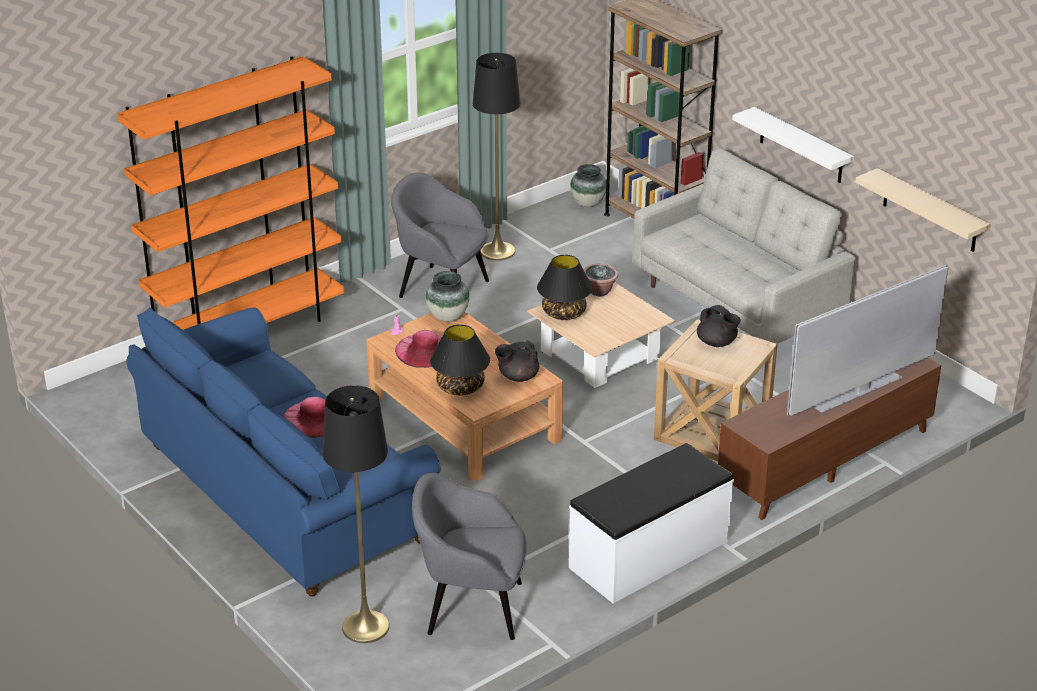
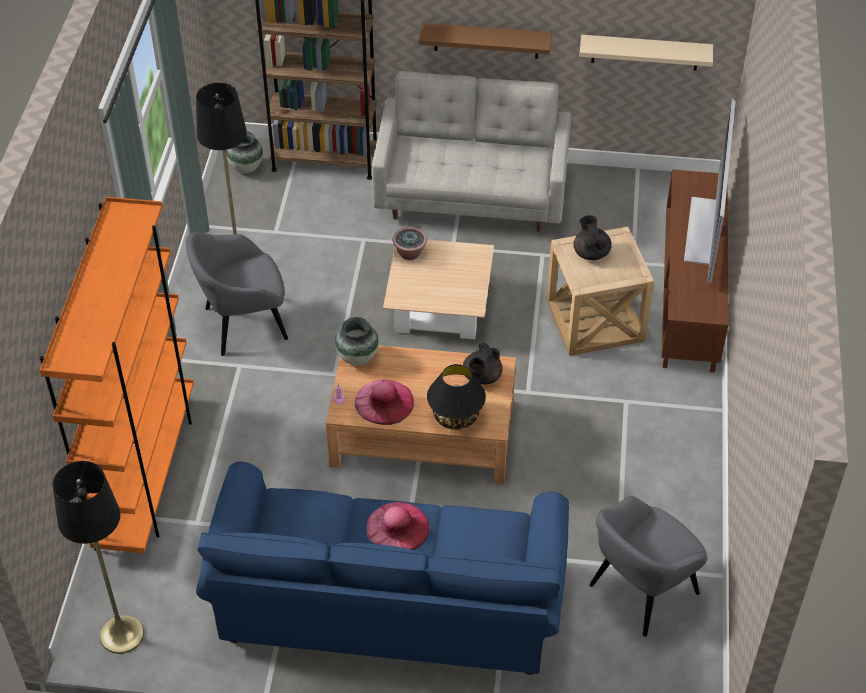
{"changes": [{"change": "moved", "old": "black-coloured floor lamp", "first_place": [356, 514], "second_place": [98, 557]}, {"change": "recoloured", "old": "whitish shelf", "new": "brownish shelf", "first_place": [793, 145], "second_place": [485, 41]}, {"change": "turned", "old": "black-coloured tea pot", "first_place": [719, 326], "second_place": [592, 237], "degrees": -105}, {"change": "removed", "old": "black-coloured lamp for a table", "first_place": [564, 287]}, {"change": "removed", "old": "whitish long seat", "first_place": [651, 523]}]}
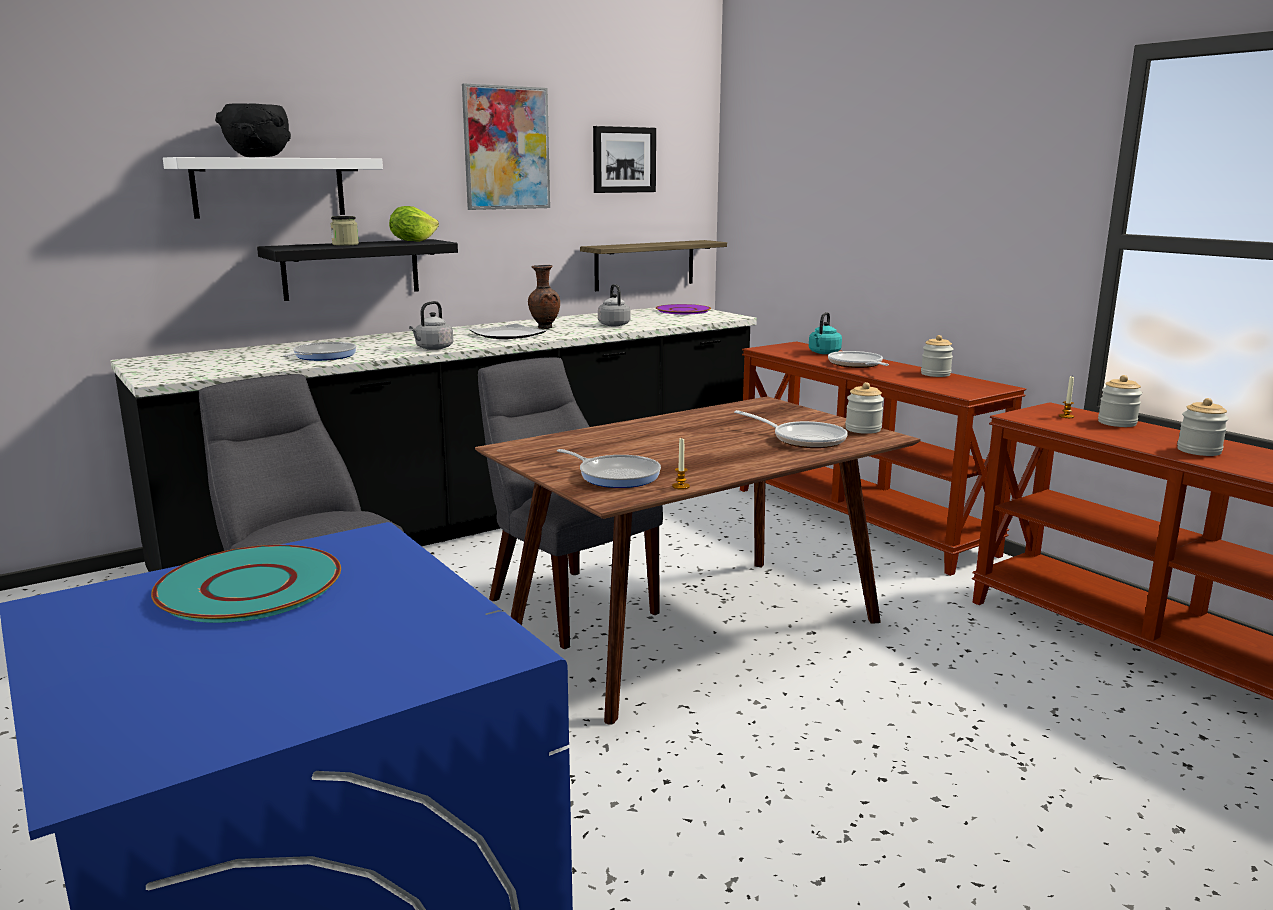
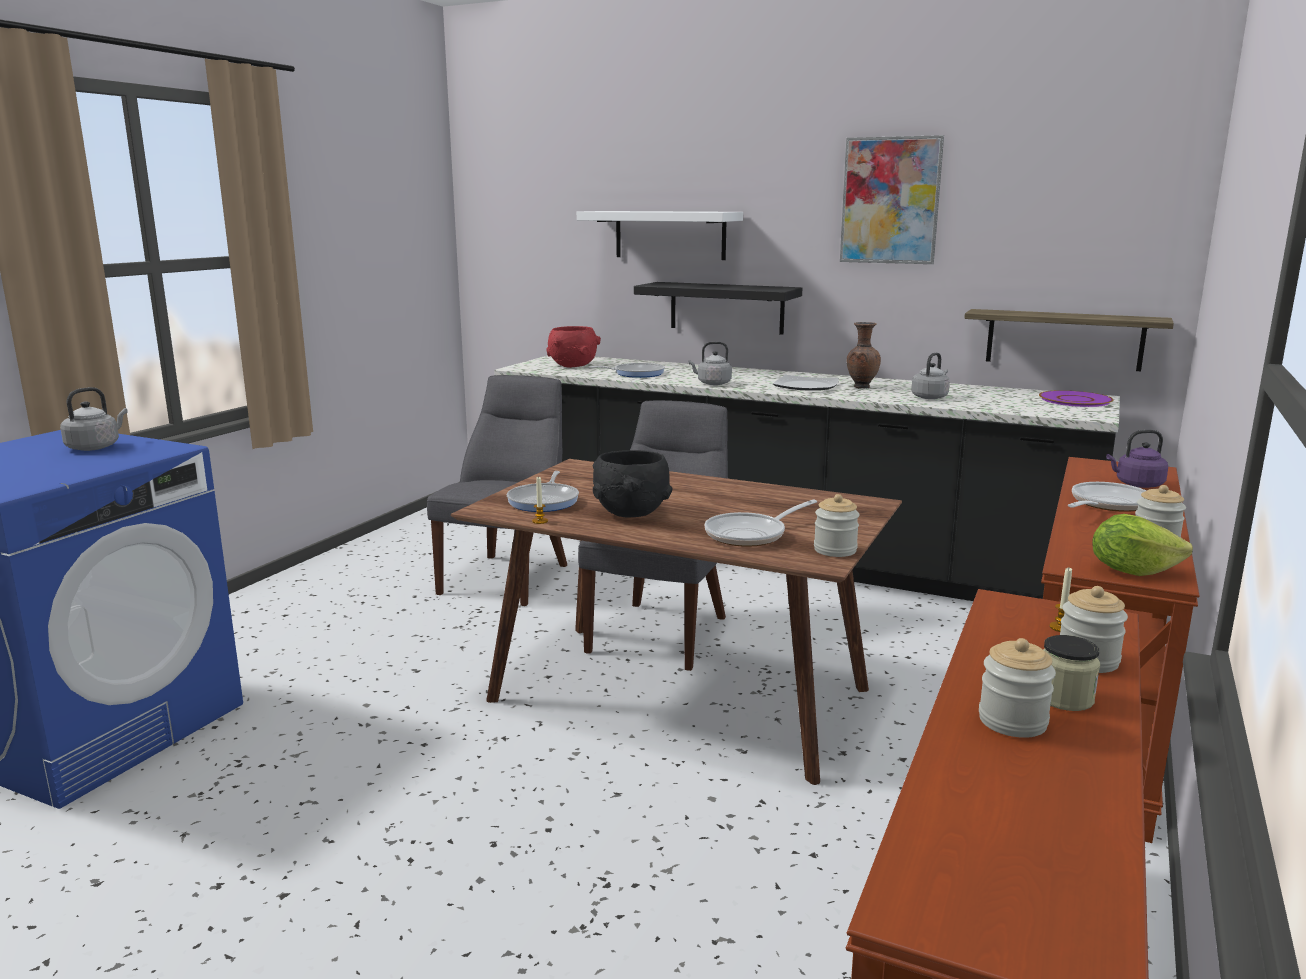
{"changes": [{"change": "replaced", "old": "turquoise dinner plate", "new": "grey tea kettle", "first_place": [246, 584], "second_place": [94, 419]}, {"change": "added", "new": "red bowl", "second_place": [573, 347]}, {"change": "moved", "old": "black-coloured bowl", "first_place": [253, 130], "second_place": [633, 483]}, {"change": "turned", "old": "frying pan", "first_place": [791, 429], "second_place": [761, 523], "degrees": 45}, {"change": "moved", "old": "preserve jar", "first_place": [344, 231], "second_place": [1071, 673]}, {"change": "moved", "old": "head of lettuce", "first_place": [414, 224], "second_place": [1142, 545]}, {"change": "recoloured", "old": "turquoise tea kettle", "new": "purple-coloured tea kettle", "first_place": [825, 333], "second_place": [1137, 459]}, {"change": "removed", "old": "wall picture", "first_place": [624, 159]}]}
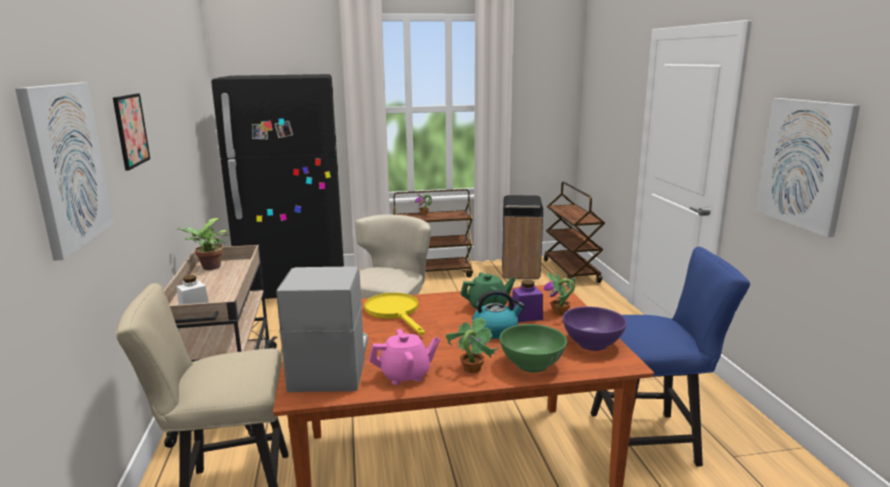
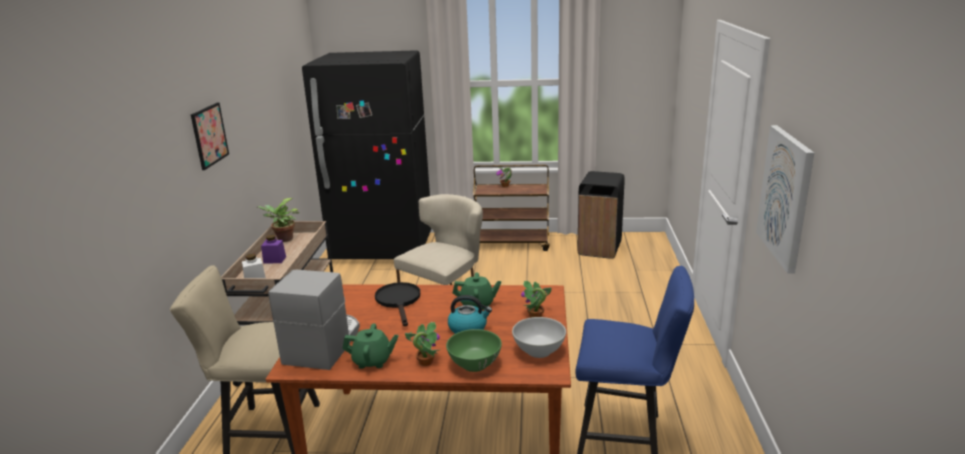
{"changes": [{"change": "moved", "old": "purple-coloured preserve jar", "first_place": [527, 301], "second_place": [273, 249]}, {"change": "recoloured", "old": "pink-coloured tea pot", "new": "green-coloured tea pot", "first_place": [404, 357], "second_place": [370, 346]}, {"change": "recoloured", "old": "yellow frying pan", "new": "black-coloured frying pan", "first_place": [394, 314], "second_place": [397, 304]}, {"change": "recoloured", "old": "purple-coloured bowl", "new": "whitish bowl", "first_place": [595, 329], "second_place": [539, 337]}, {"change": "removed", "old": "wall picture", "first_place": [64, 171]}, {"change": "removed", "old": "brownish wheeled cart", "first_place": [574, 232]}]}
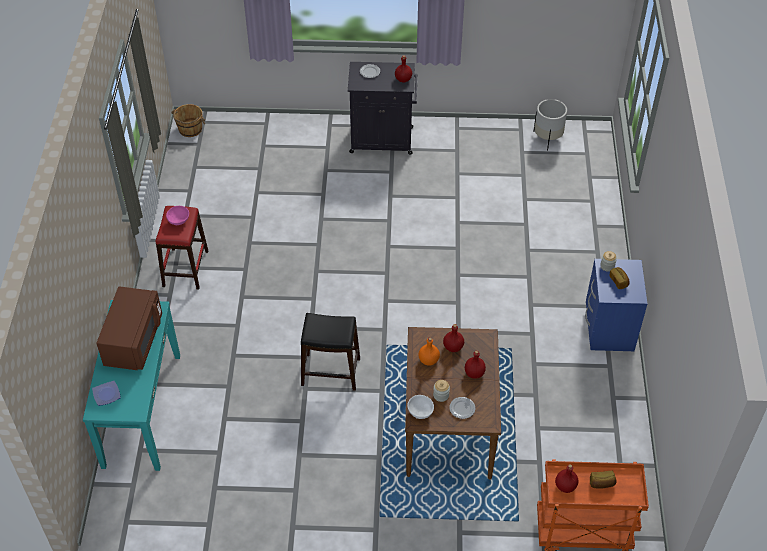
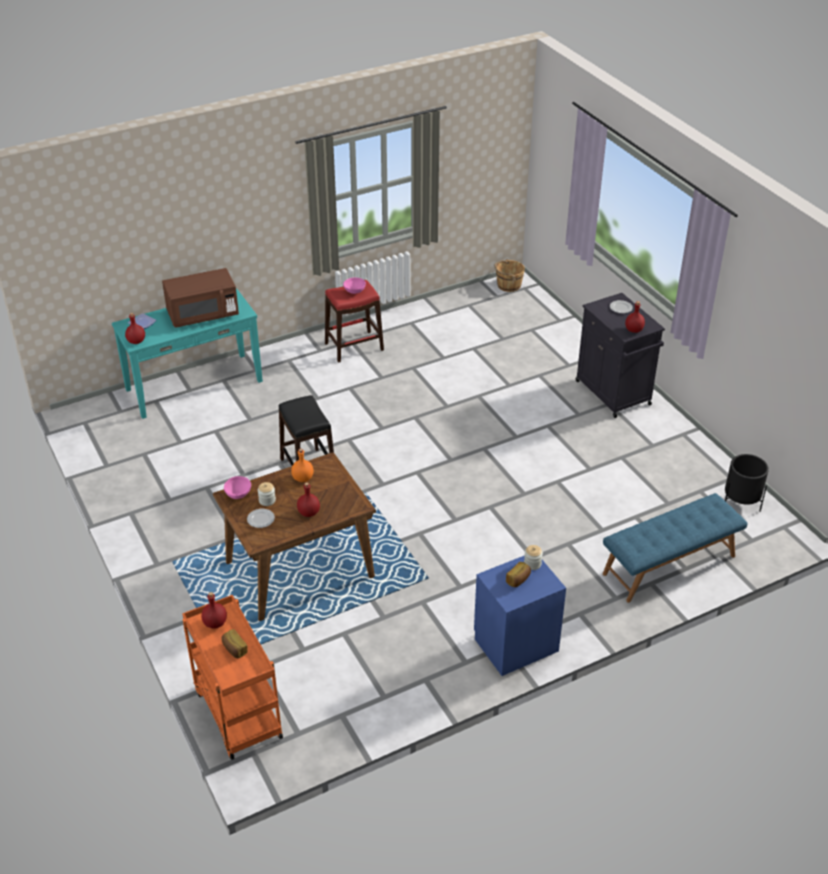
{"changes": [{"change": "moved", "old": "red bottle", "first_place": [453, 338], "second_place": [135, 328]}, {"change": "recoloured", "old": "whitish bowl", "new": "pink-coloured bowl", "first_place": [420, 407], "second_place": [237, 487]}, {"change": "added", "new": "bluish long seat", "second_place": [675, 548]}, {"change": "recoloured", "old": "whitish planter", "new": "black-coloured planter", "first_place": [550, 124], "second_place": [747, 482]}]}
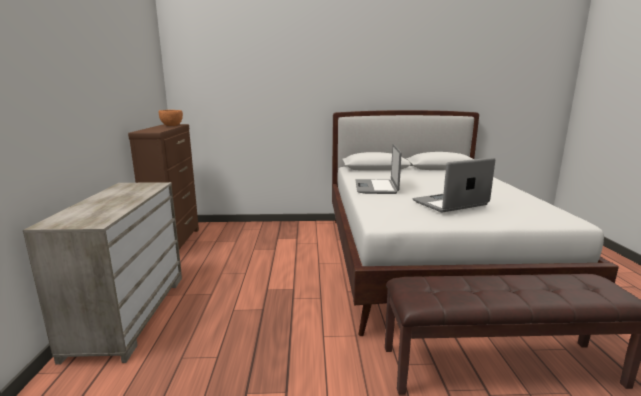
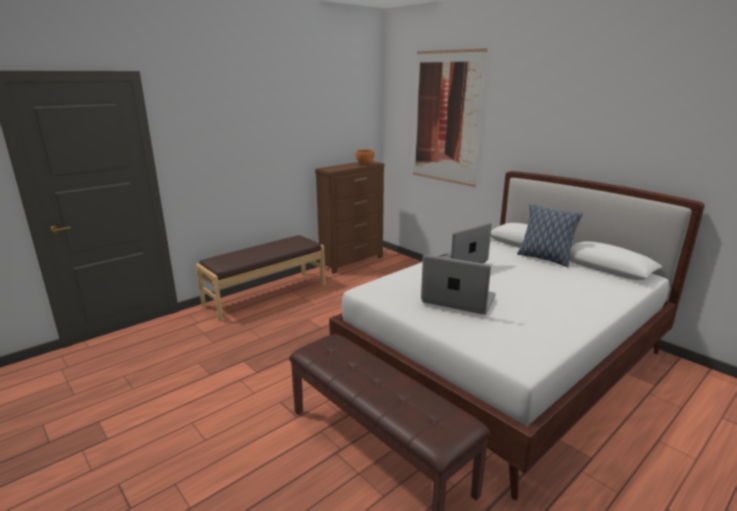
{"changes": [{"change": "replaced", "old": "sand-coloured chest of drawers", "new": "brownish long seat", "first_place": [102, 273], "second_place": [260, 278]}, {"change": "added", "new": "wall picture", "second_place": [450, 117]}, {"change": "added", "new": "pillow", "second_place": [550, 235]}]}
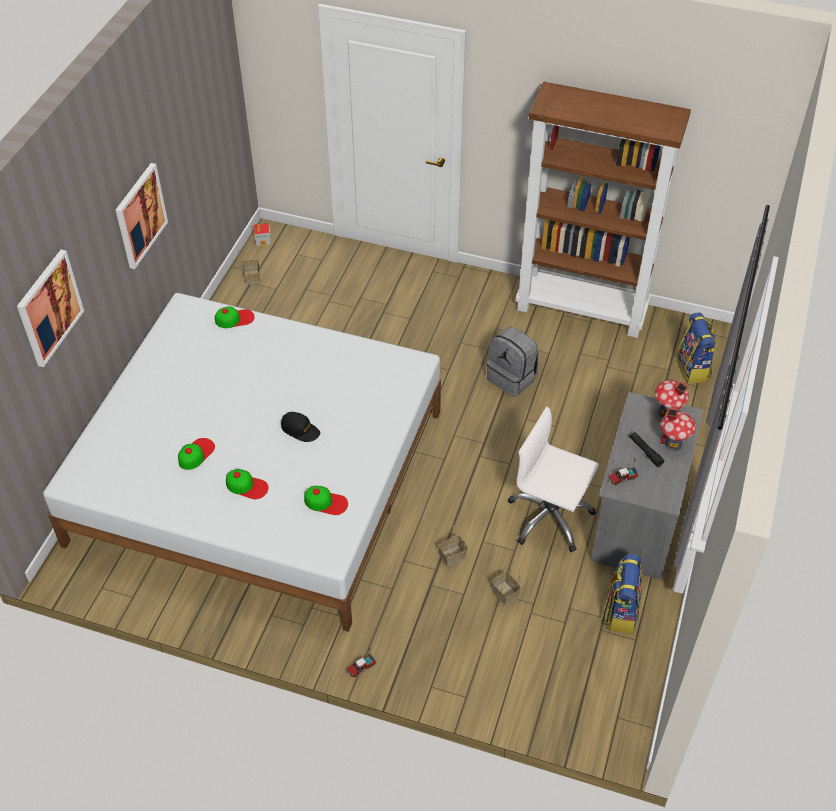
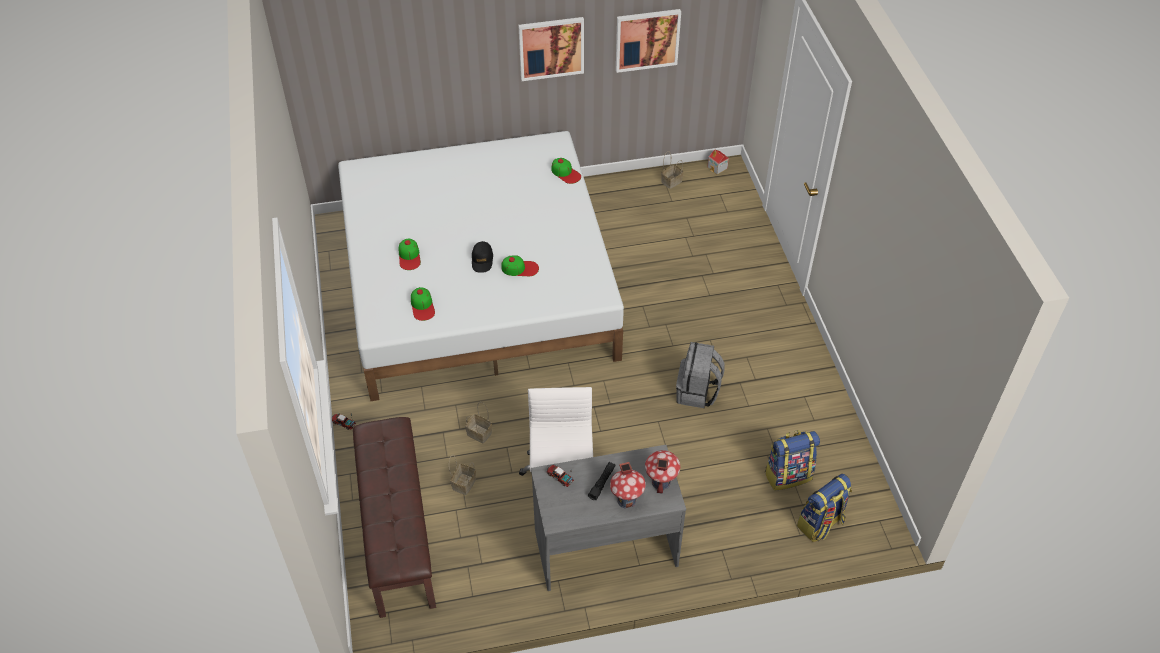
{"changes": [{"change": "added", "new": "brownish long seat", "second_place": [394, 517]}, {"change": "moved", "old": "peaked cap", "first_place": [196, 454], "second_place": [520, 266]}, {"change": "moved", "old": "wall picture", "first_place": [50, 308], "second_place": [648, 41]}, {"change": "moved", "old": "rucksack", "first_place": [622, 594], "second_place": [792, 460]}, {"change": "removed", "old": "brownish bookshelf", "first_place": [603, 210]}]}
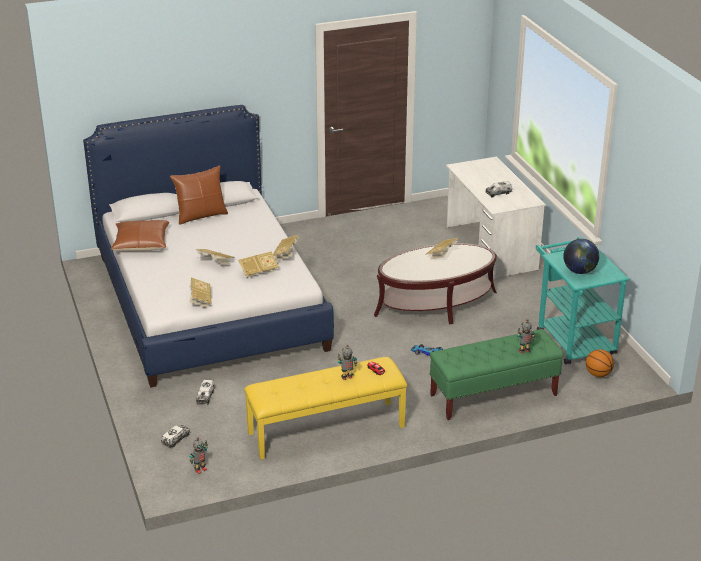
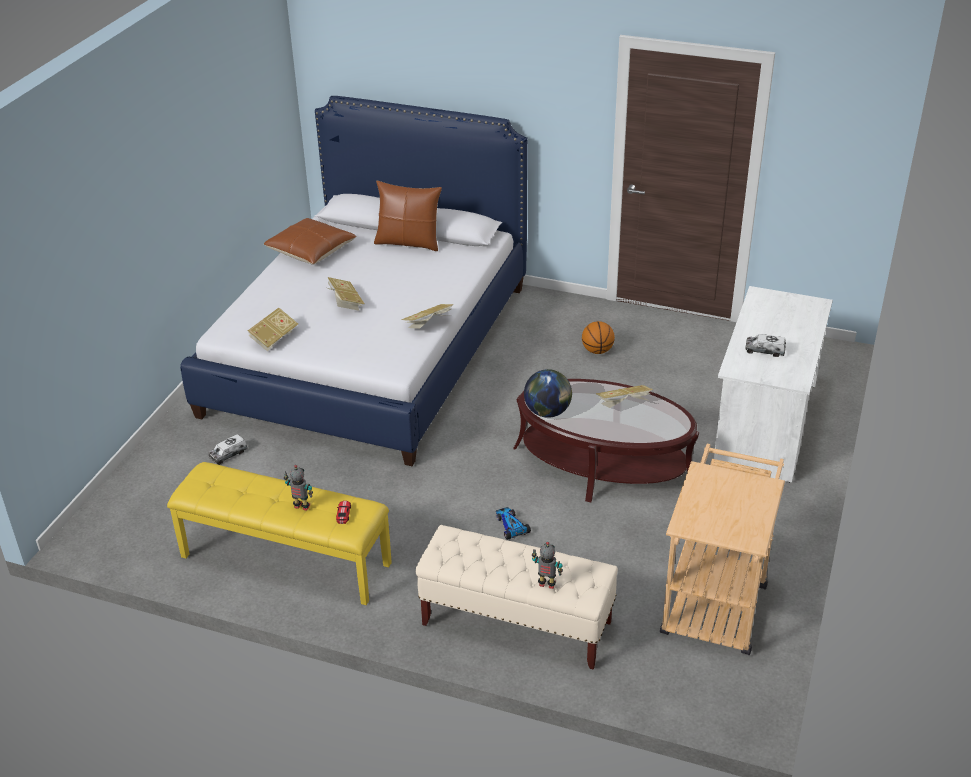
{"changes": [{"change": "recoloured", "old": "green-coloured long seat", "new": "sand-coloured long seat", "first_place": [496, 374], "second_place": [517, 597]}, {"change": "moved", "old": "desk globe", "first_place": [581, 256], "second_place": [548, 393]}, {"change": "moved", "old": "ball for basketball", "first_place": [600, 363], "second_place": [598, 337]}, {"change": "recoloured", "old": "turquoise wheeled cart", "new": "sand-coloured wheeled cart", "first_place": [583, 300], "second_place": [722, 549]}, {"change": "removed", "old": "toy truck", "first_place": [175, 436]}, {"change": "removed", "old": "toy robot", "first_place": [199, 455]}, {"change": "removed", "old": "volume", "first_place": [258, 265]}]}
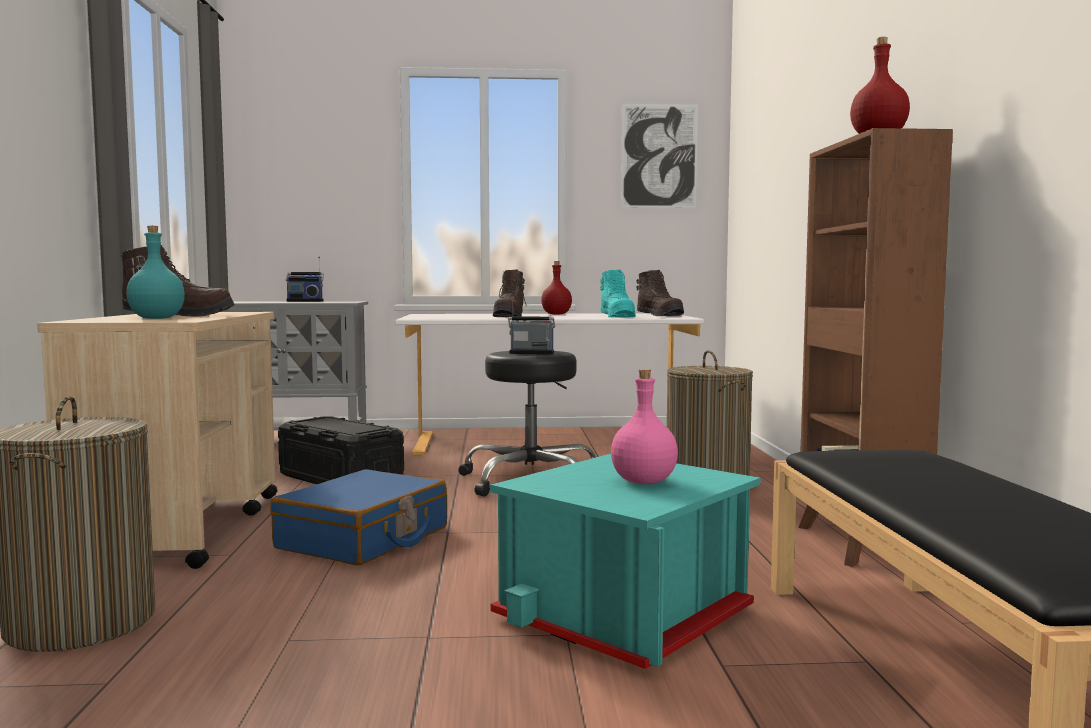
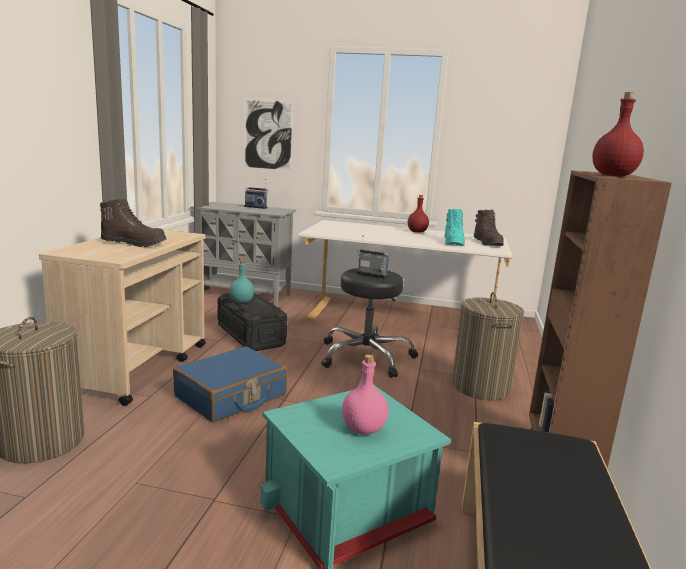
{"changes": [{"change": "moved", "old": "turquoise bottle", "first_place": [155, 272], "second_place": [242, 281]}, {"change": "moved", "old": "wall picture", "first_place": [659, 156], "second_place": [269, 135]}, {"change": "removed", "old": "brownish boot", "first_place": [510, 293]}]}
